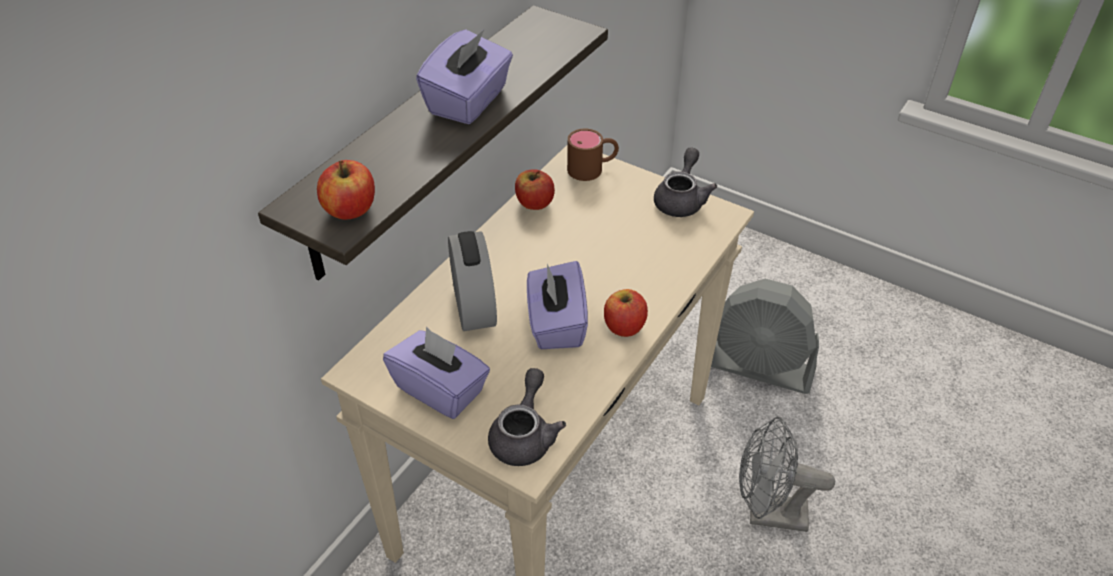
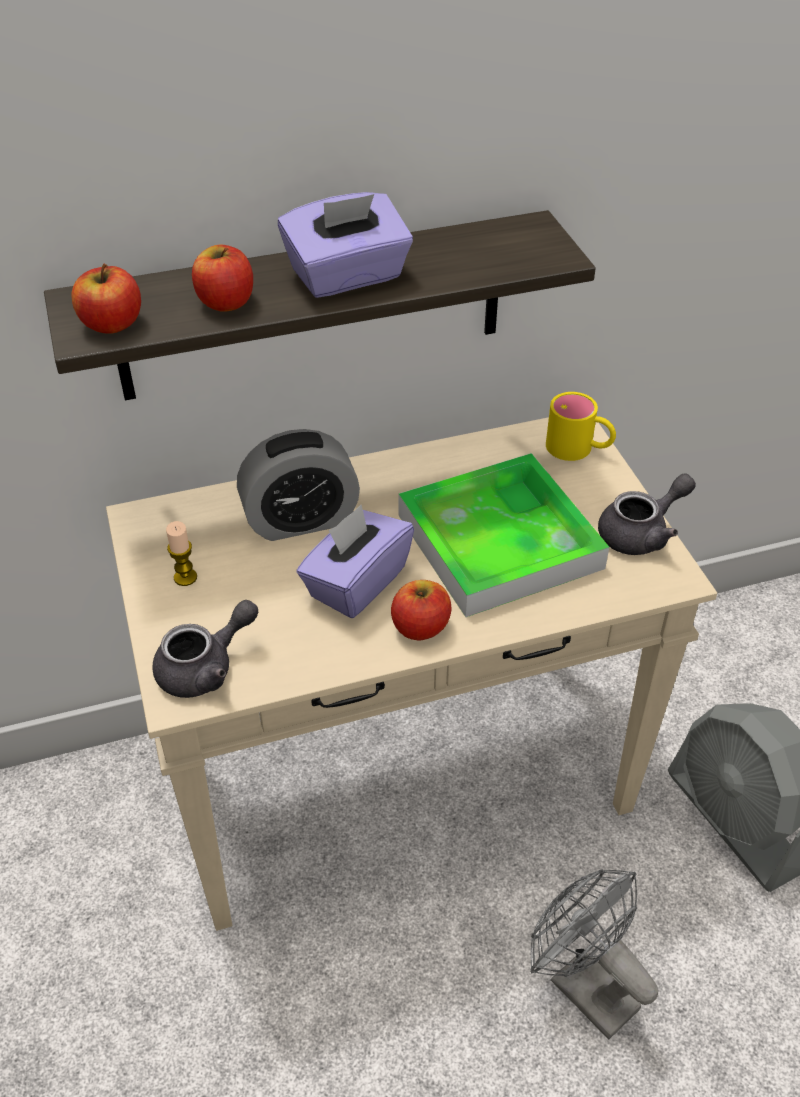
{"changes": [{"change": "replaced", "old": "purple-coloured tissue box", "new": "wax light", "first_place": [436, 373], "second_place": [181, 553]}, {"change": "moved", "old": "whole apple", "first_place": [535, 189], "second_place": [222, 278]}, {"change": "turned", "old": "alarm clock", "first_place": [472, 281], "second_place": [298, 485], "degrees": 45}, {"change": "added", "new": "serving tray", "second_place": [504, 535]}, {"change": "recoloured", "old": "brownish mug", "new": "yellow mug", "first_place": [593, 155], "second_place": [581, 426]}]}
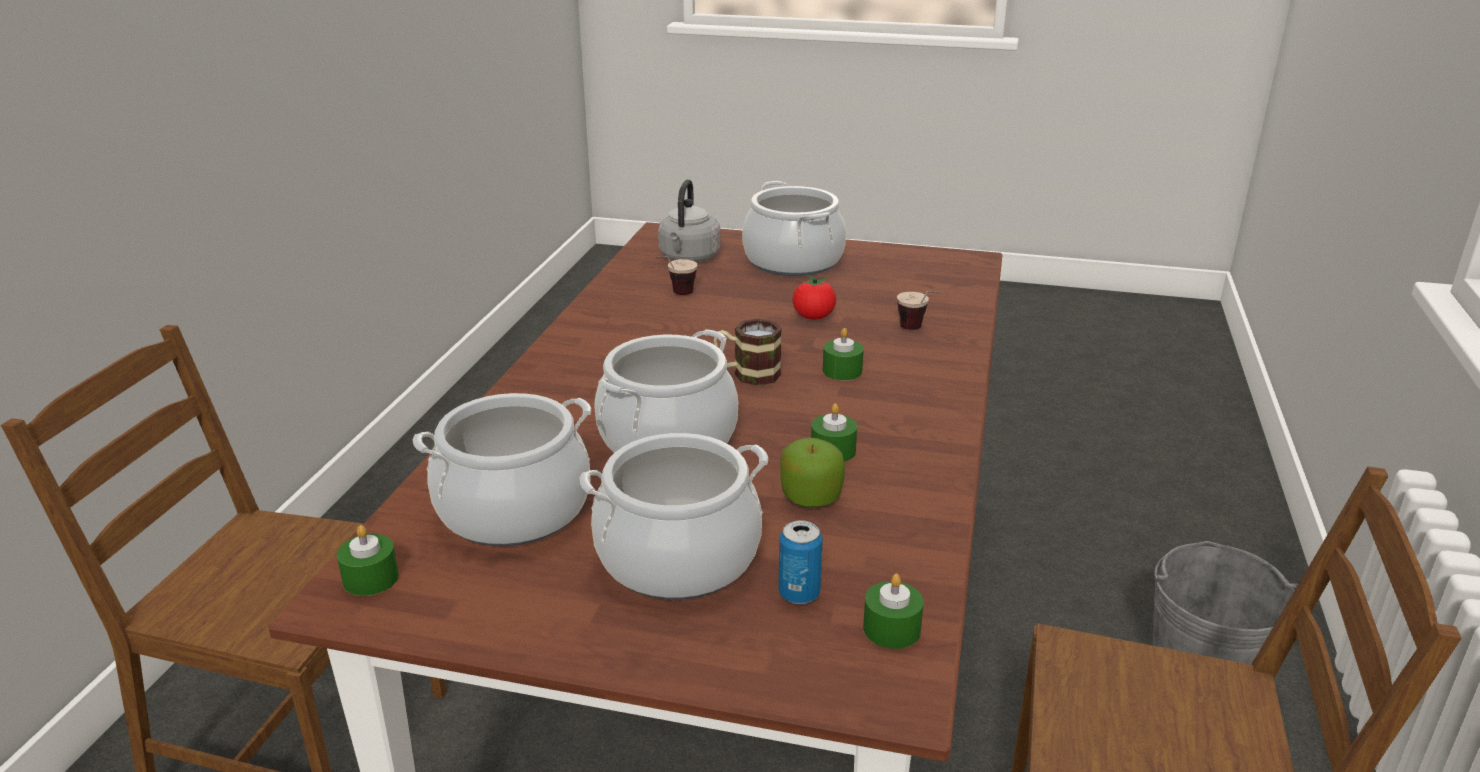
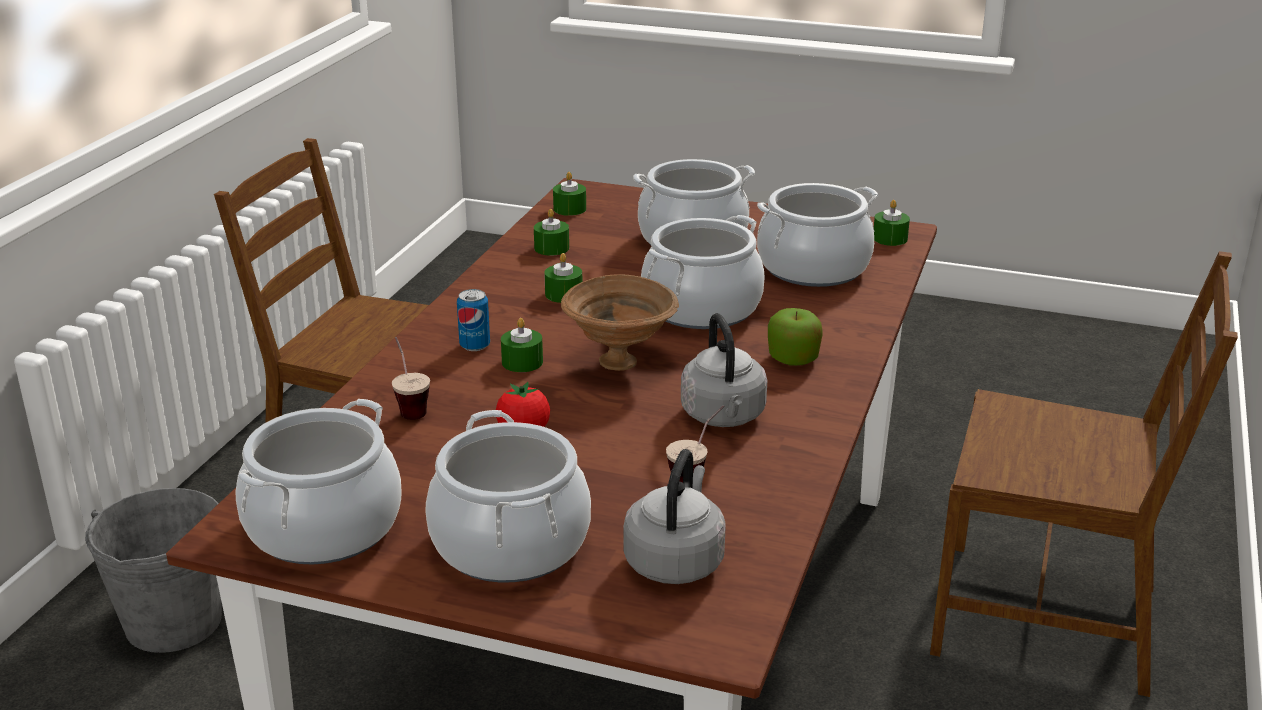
{"changes": [{"change": "added", "new": "saucepot", "second_place": [318, 481]}, {"change": "moved", "old": "metal can", "first_place": [800, 562], "second_place": [473, 320]}, {"change": "added", "new": "green-coloured wax light", "second_place": [551, 232]}, {"change": "replaced", "old": "mug", "new": "brownish bowl", "first_place": [747, 352], "second_place": [620, 322]}, {"change": "added", "new": "grey tea kettle", "second_place": [724, 370]}, {"change": "moved", "old": "whole apple", "first_place": [812, 473], "second_place": [795, 337]}]}
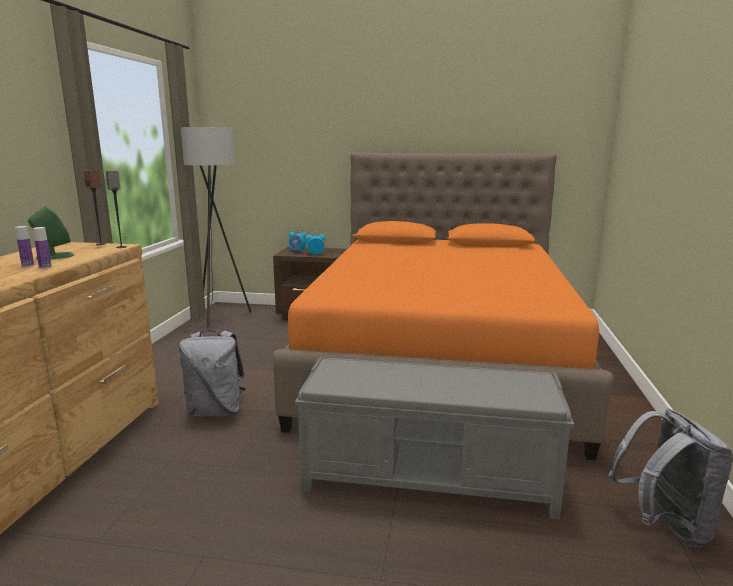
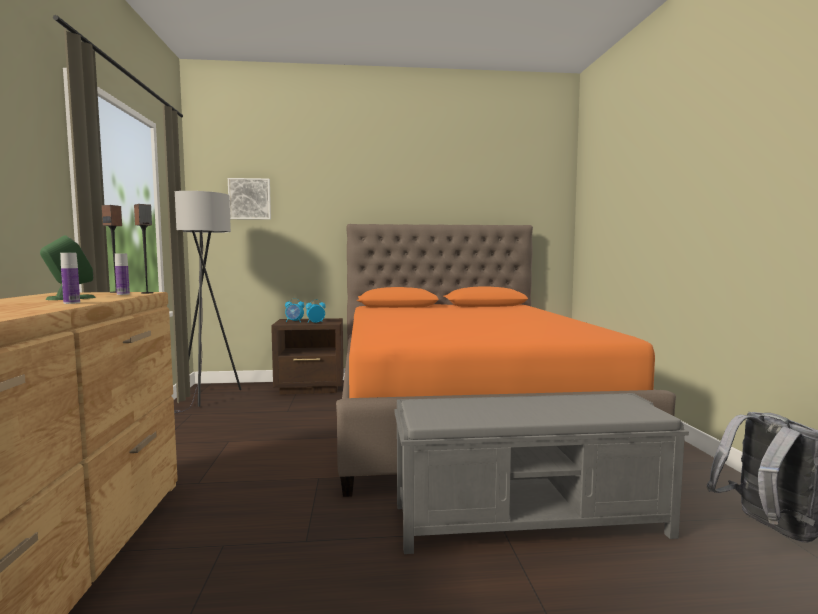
{"changes": [{"change": "moved", "old": "bottle", "first_place": [24, 246], "second_place": [122, 274]}, {"change": "added", "new": "wall picture", "second_place": [249, 199]}, {"change": "removed", "old": "grey rucksack", "first_place": [212, 373]}]}
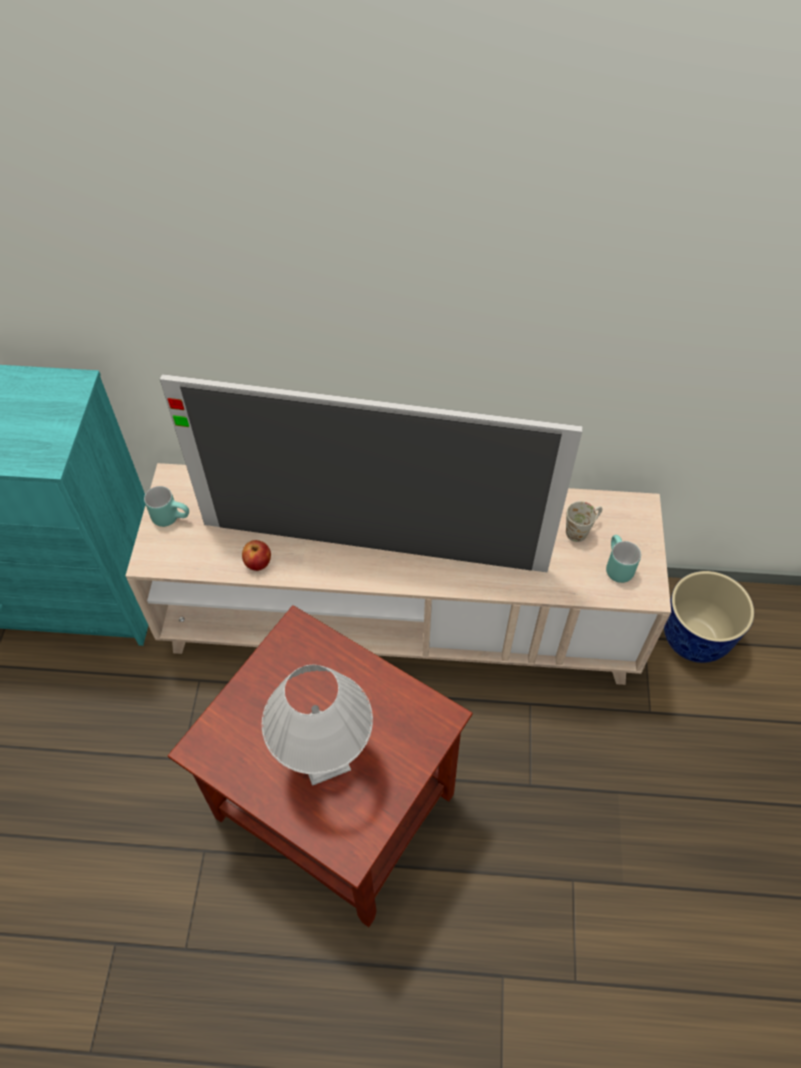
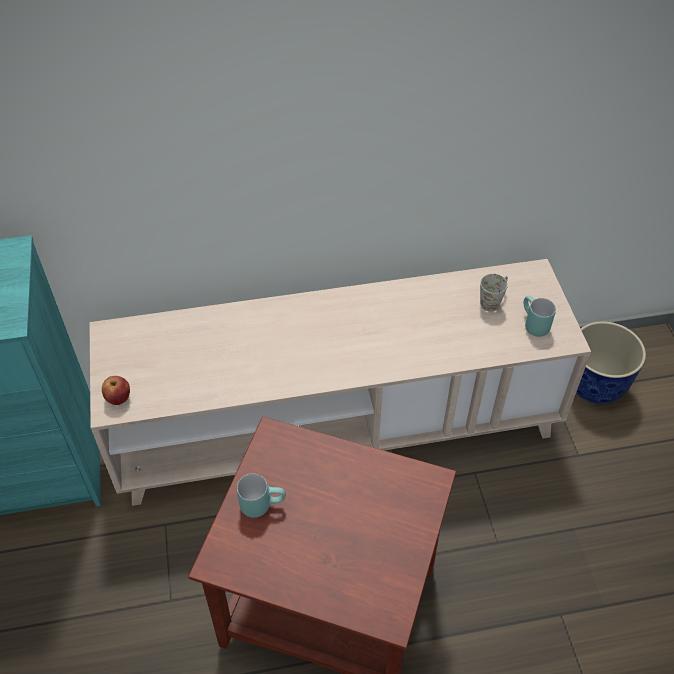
{"changes": [{"change": "moved", "old": "whole apple", "first_place": [256, 555], "second_place": [116, 390]}, {"change": "moved", "old": "turquoise mug", "first_place": [166, 506], "second_place": [261, 496]}, {"change": "removed", "old": "TV set", "first_place": [371, 473]}, {"change": "removed", "old": "whitish lamp for a table", "first_place": [317, 725]}]}
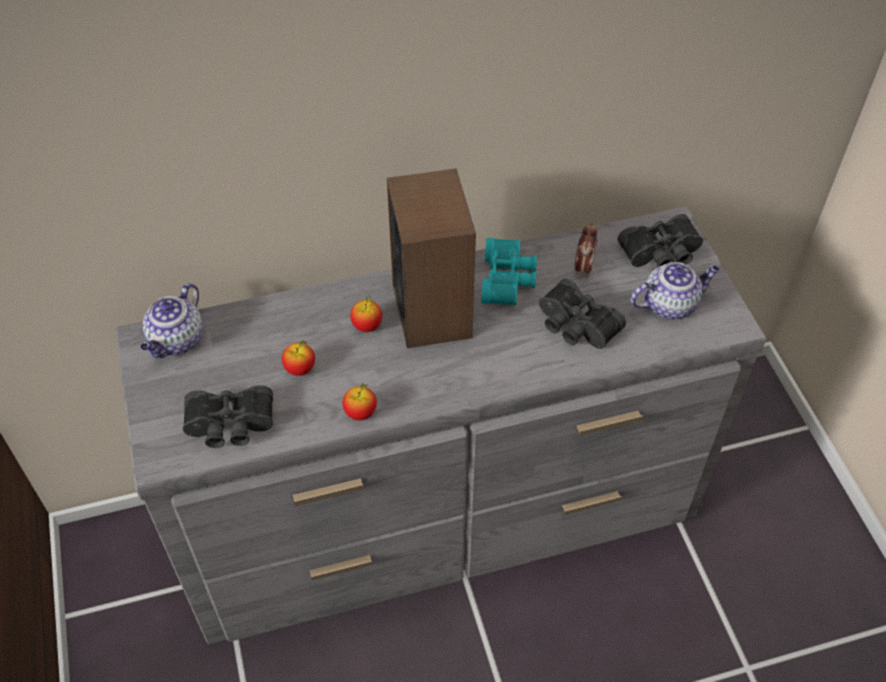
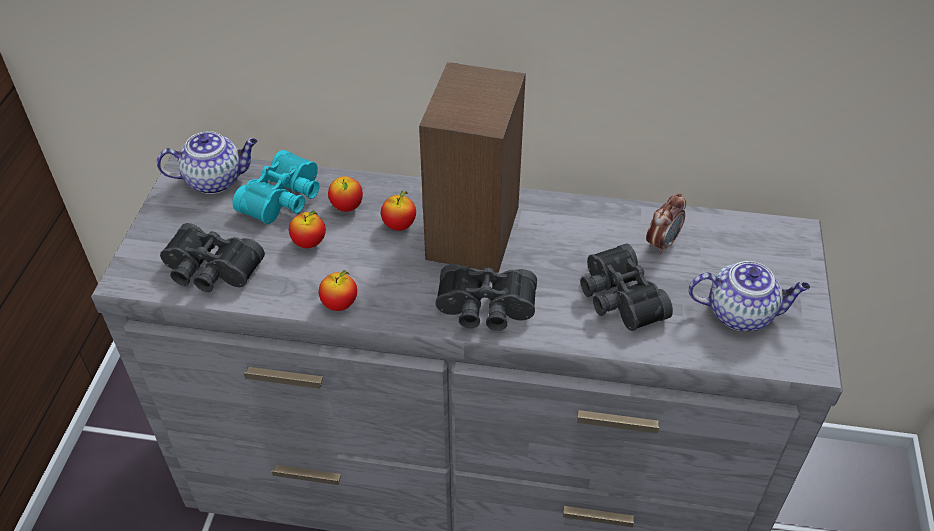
{"changes": [{"change": "turned", "old": "tea pot", "first_place": [172, 321], "second_place": [207, 162], "degrees": -150}, {"change": "moved", "old": "turquoise field glasses", "first_place": [509, 272], "second_place": [276, 187]}, {"change": "added", "new": "whole apple", "second_place": [345, 194]}, {"change": "moved", "old": "black-coloured field glasses", "first_place": [660, 240], "second_place": [486, 297]}]}
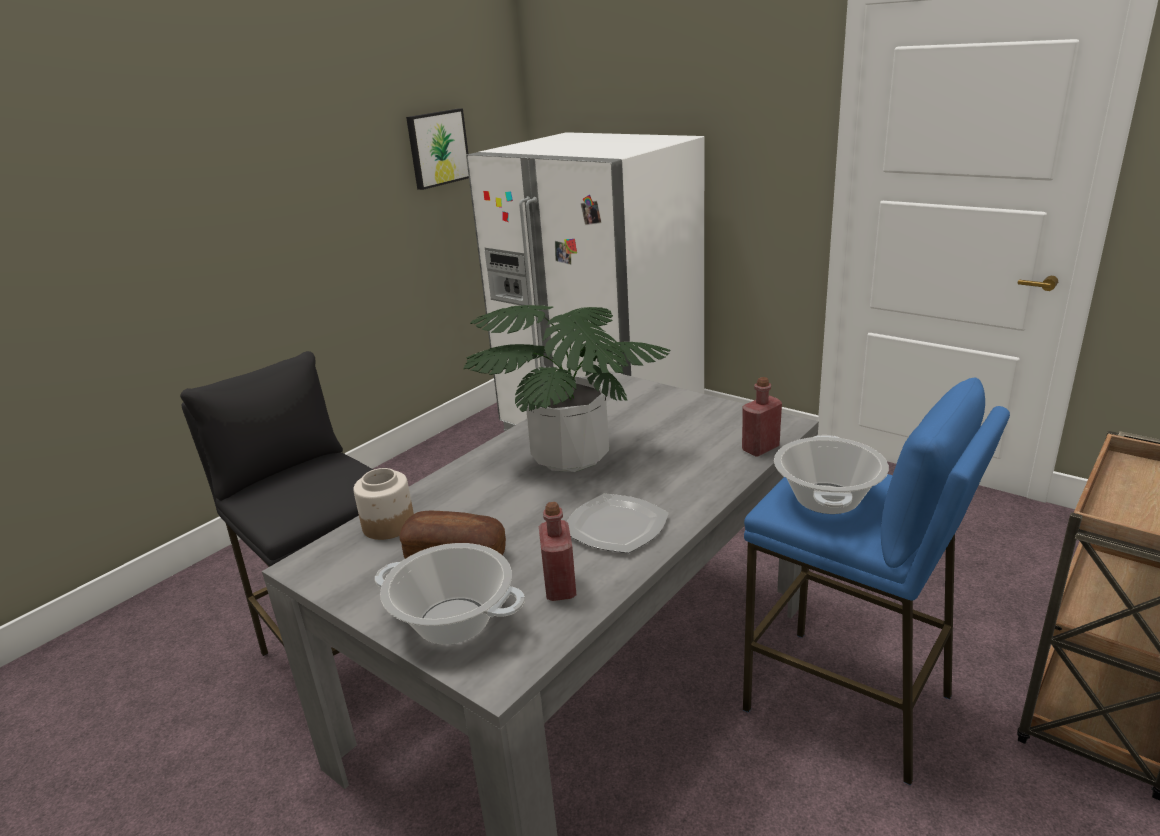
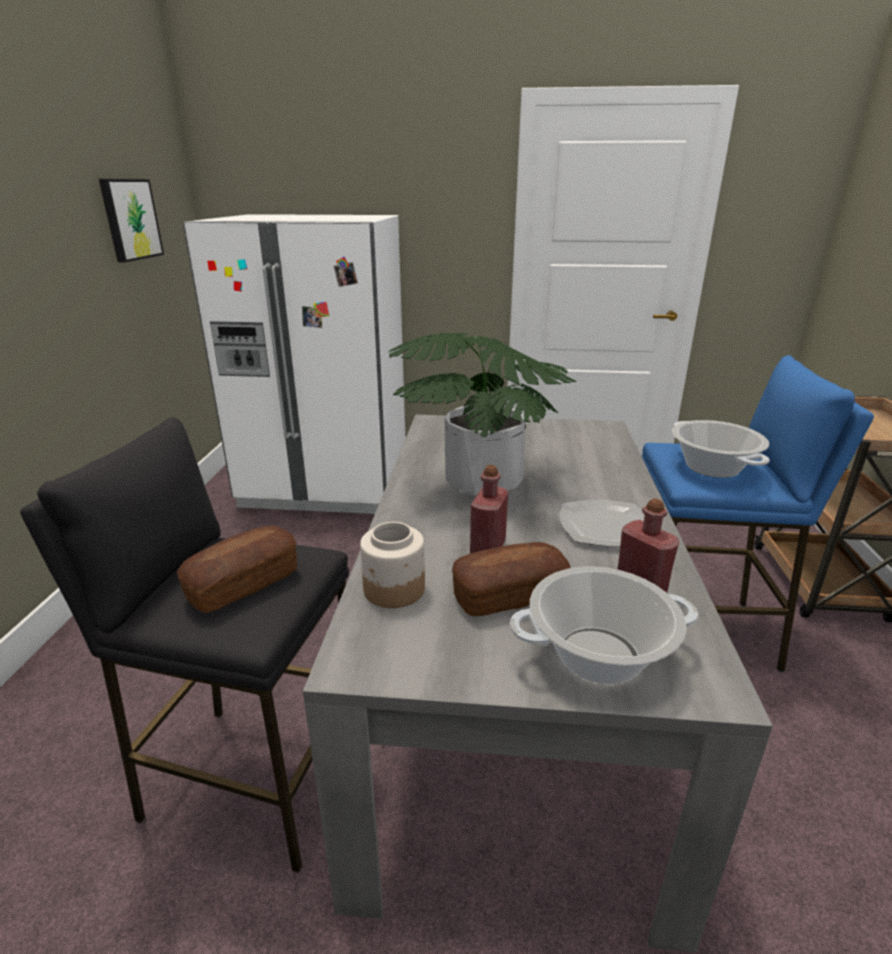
{"changes": [{"change": "added", "new": "bread", "second_place": [237, 569]}, {"change": "moved", "old": "red bottle", "first_place": [762, 417], "second_place": [489, 509]}]}
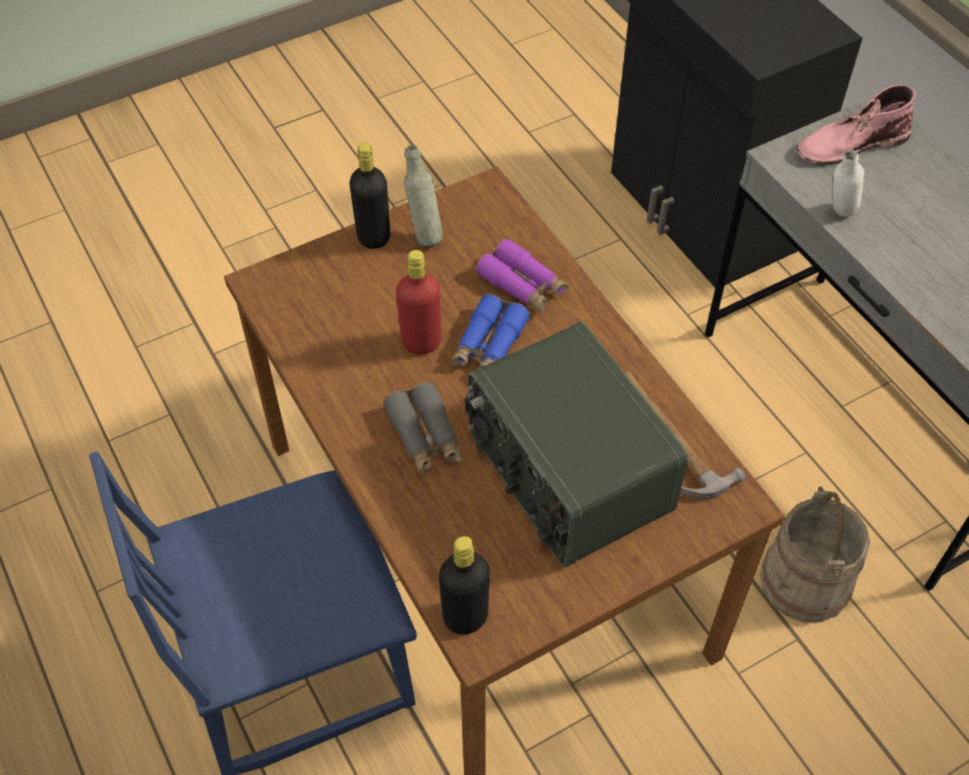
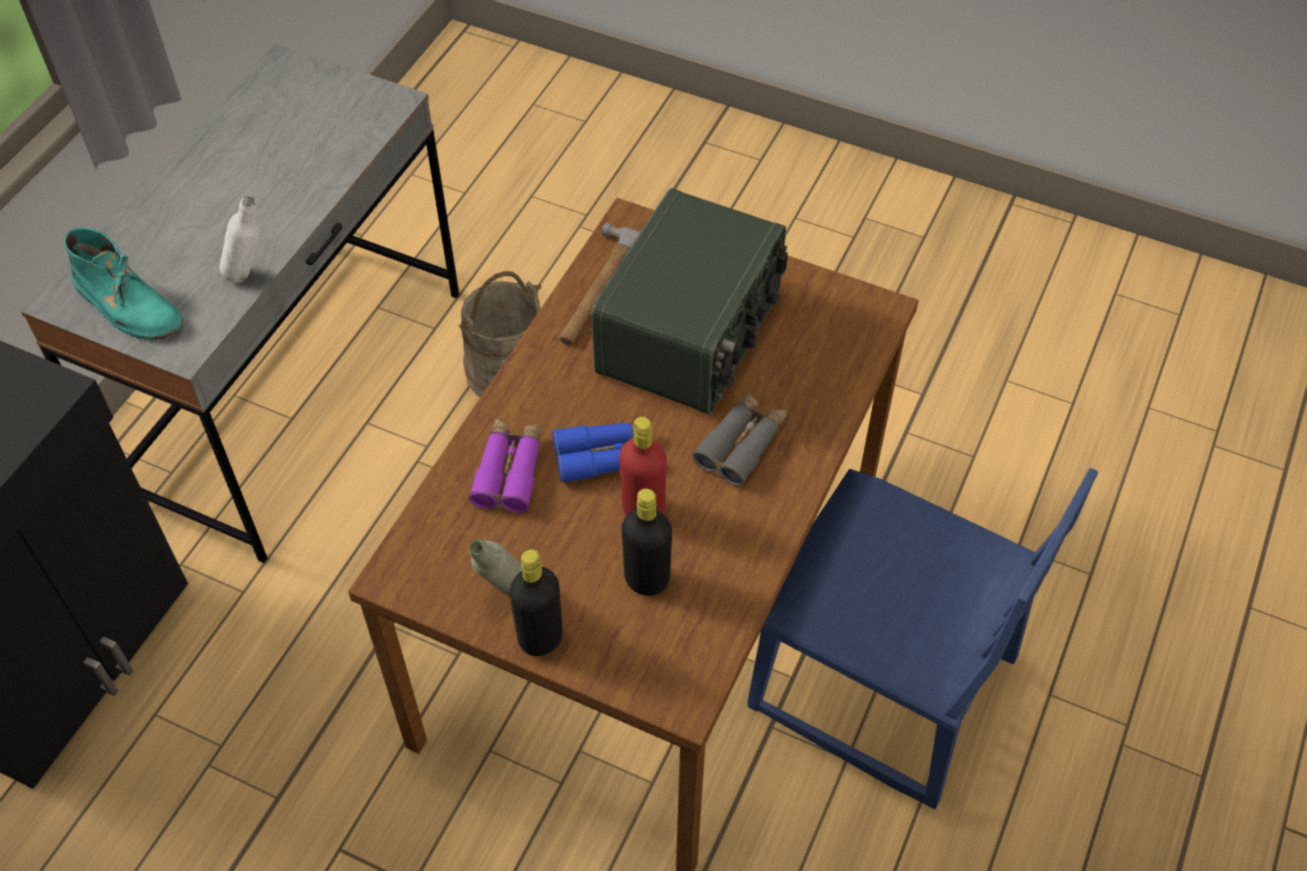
{"changes": [{"change": "recoloured", "old": "pink-coloured boot", "new": "turquoise boot", "first_place": [856, 124], "second_place": [124, 283]}, {"change": "moved", "old": "black-coloured bottle", "first_place": [464, 585], "second_place": [646, 542]}]}
